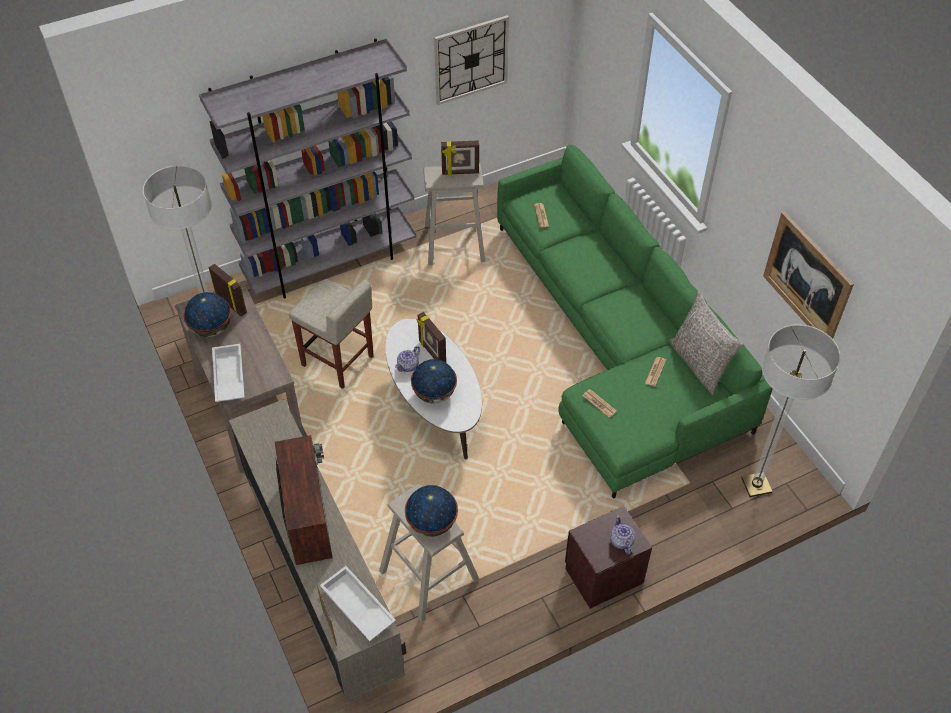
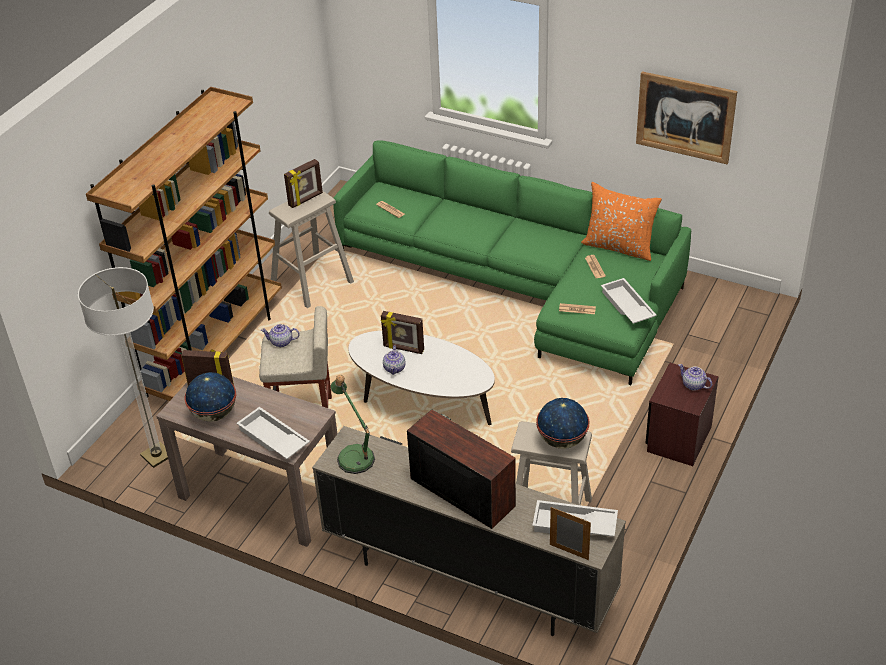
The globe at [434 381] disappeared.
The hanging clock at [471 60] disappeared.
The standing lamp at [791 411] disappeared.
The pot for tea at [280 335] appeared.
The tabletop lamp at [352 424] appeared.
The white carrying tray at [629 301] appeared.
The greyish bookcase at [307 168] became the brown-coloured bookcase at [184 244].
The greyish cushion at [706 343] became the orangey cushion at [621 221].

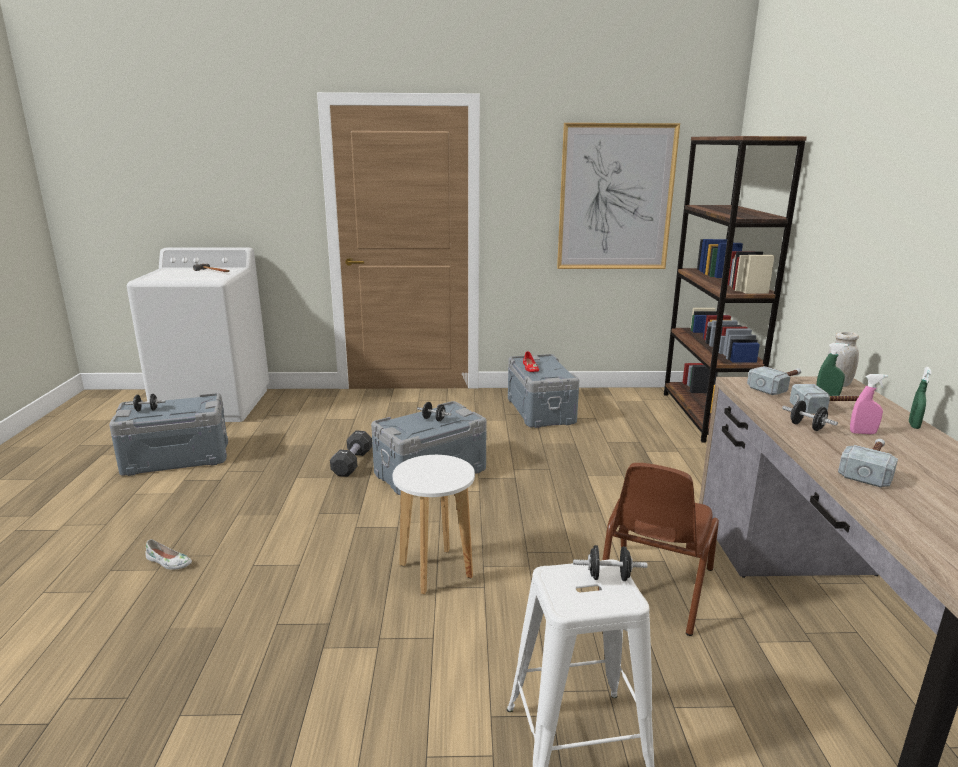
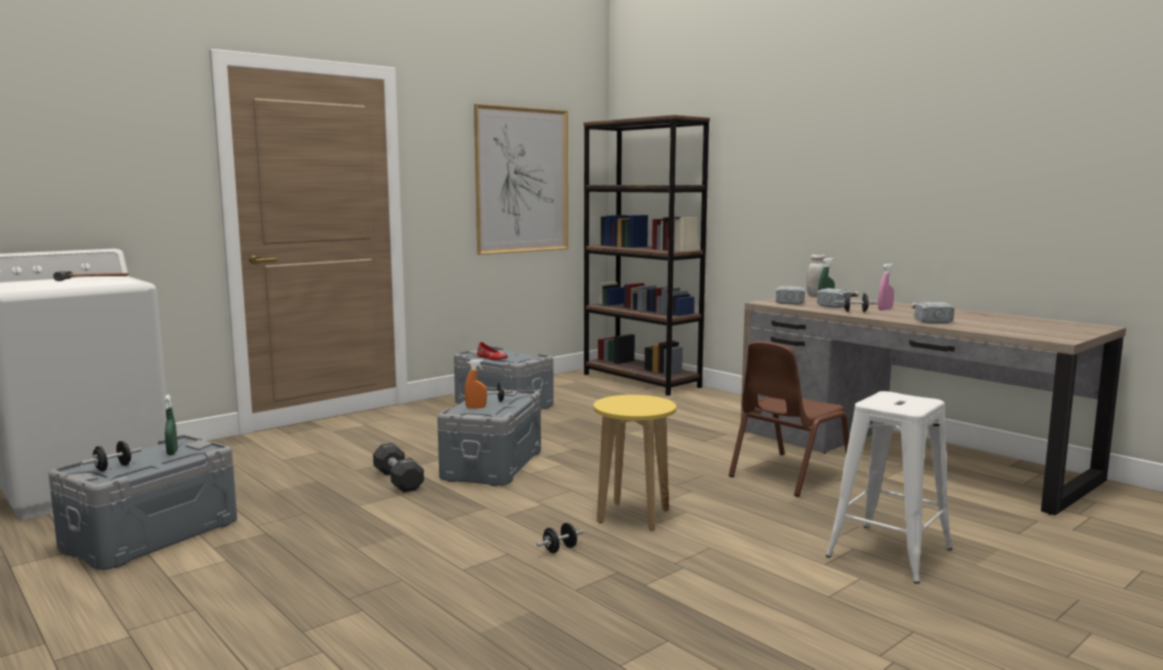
The white shoe at [168 554] disappeared.
The orangey spray bottle at [476 383] appeared.
The black-coloured hand weight moved from [610 563] to [560 538].
The greenish spray bottle moved from [920 398] to [171 425].
The white sitting stool at [434 524] became the yellowish sitting stool at [634 463].
The brown-coloured plain chair at [658 549] turned 60 degrees clockwise.

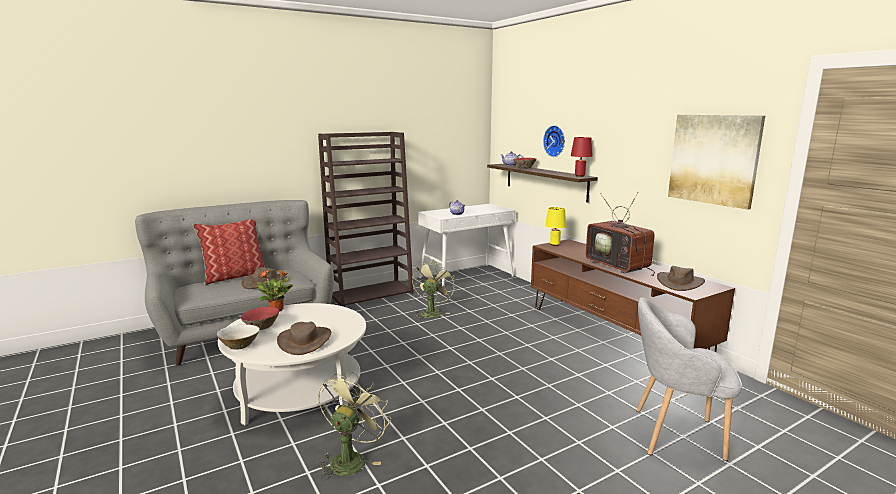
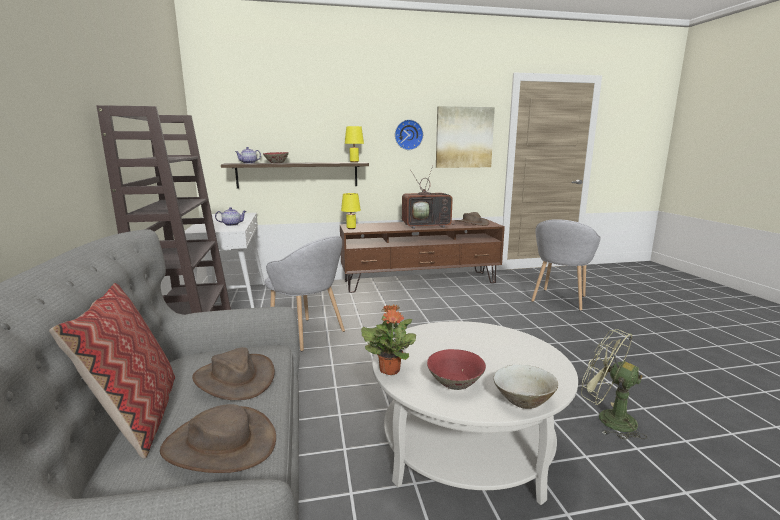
The brown-coloured clothing hat moved from [304 338] to [218 438].
The hanging clock moved from [554 141] to [409 135].
The greenish cooling fan at [434 290] was replaced by the greyish lounge chair at [305 293].
The reddish tabletop lamp at [582 157] became the yellowish tabletop lamp at [354 144].

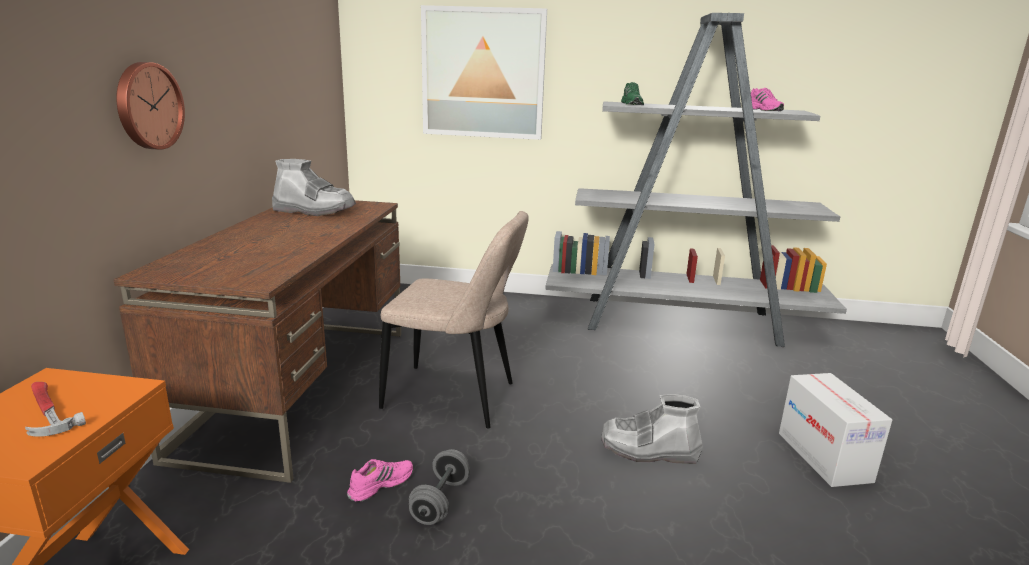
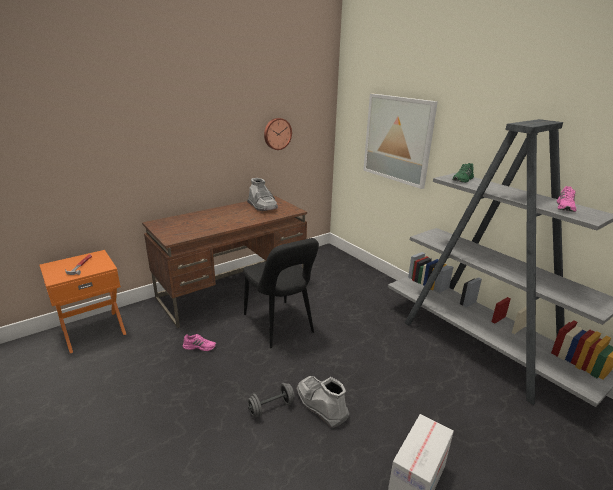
The hanging clock moved from [150 106] to [278 134].
The greyish hand weight moved from [439 487] to [271 400].
The beige plain chair at [454 319] became the black-coloured plain chair at [281 293].

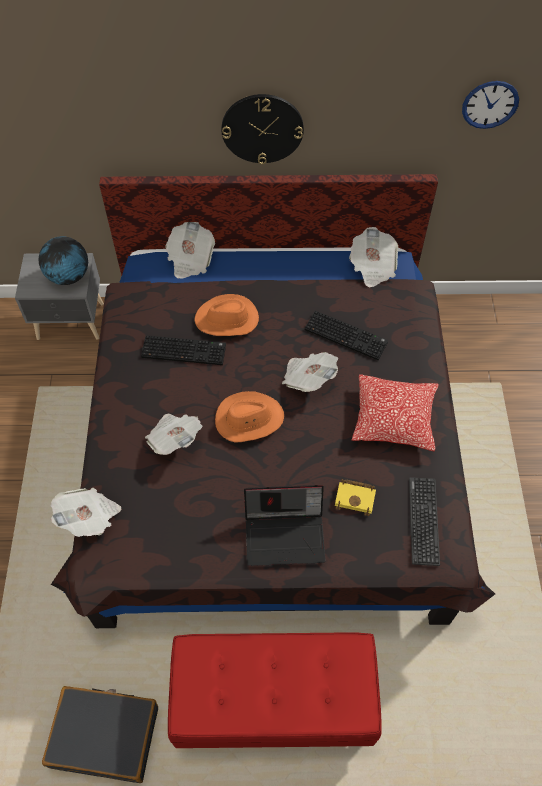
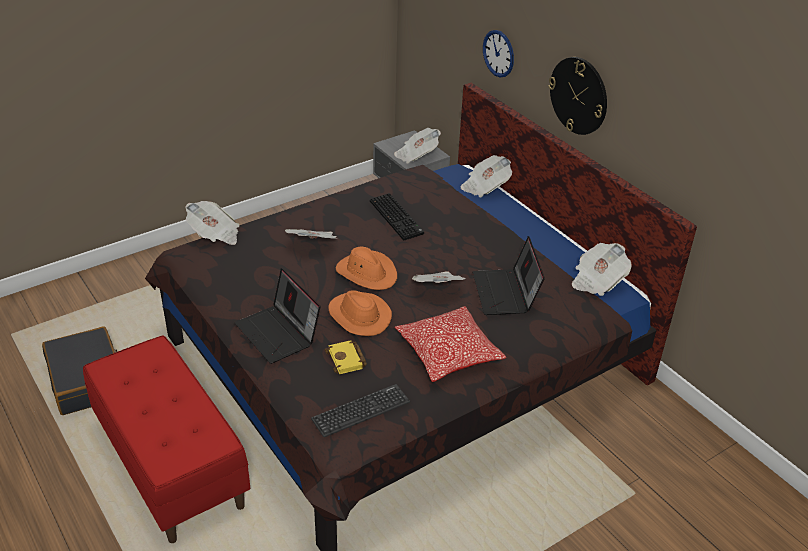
The orangey clothing hat moved from [226 315] to [360 313].
The hanging clock moved from [490 105] to [498 53].
The globe at [63 260] was replaced by the printed paper at [417 145].
The computer keyboard at [346 335] was replaced by the portable computer at [508 275].

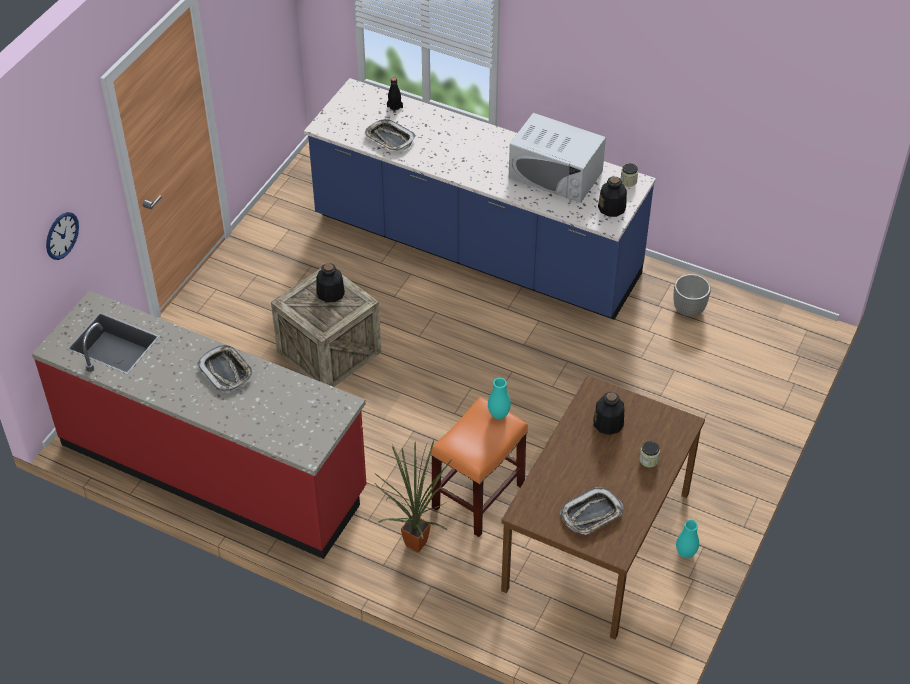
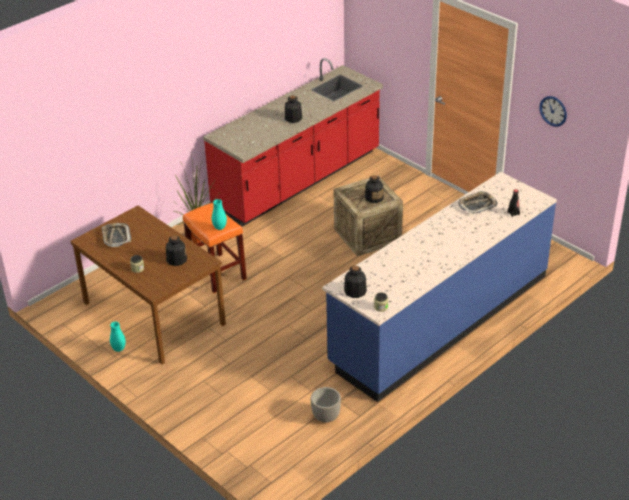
The white microwave oven at [557 158] disappeared.
The hanging clock moved from [62 236] to [553 111].
The carrying tray at [225 368] was replaced by the beverage bottle at [293 109].

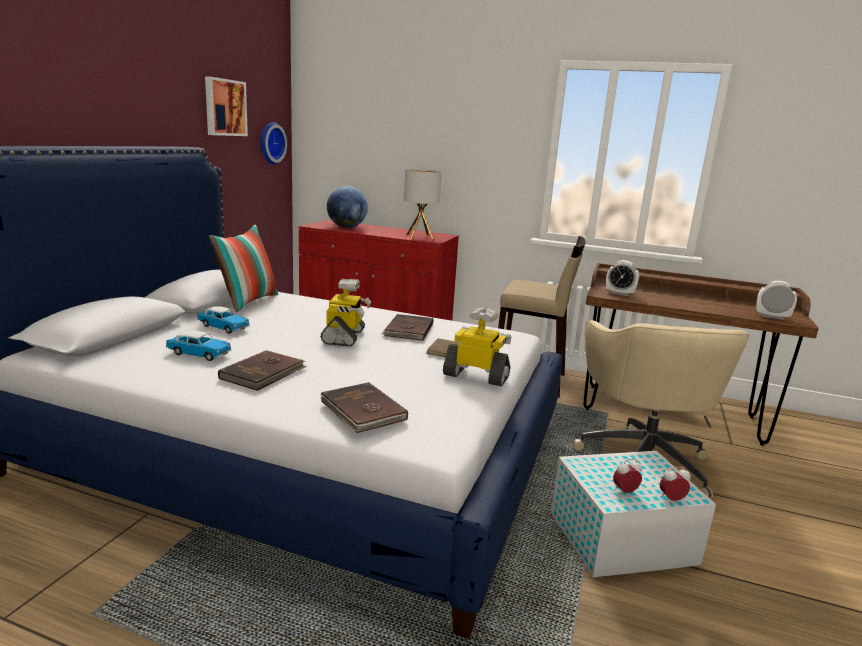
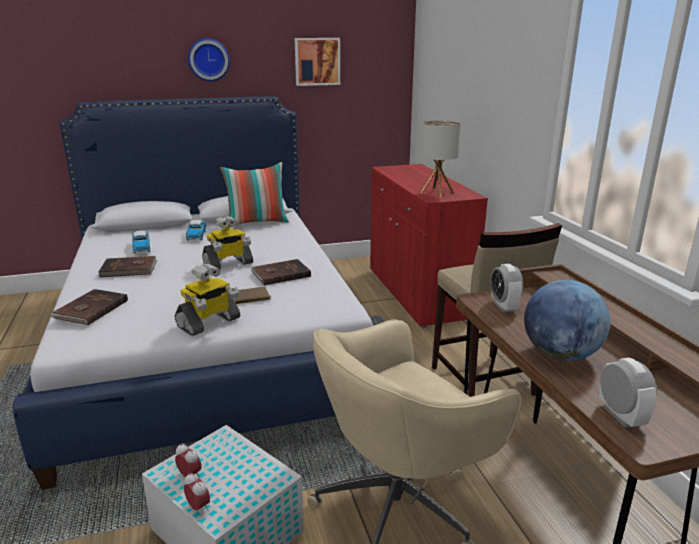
The hanging clock moved from [273 143] to [209 59].
The globe moved from [347 207] to [567 320].
The robot figure at [477 346] turned 60 degrees clockwise.

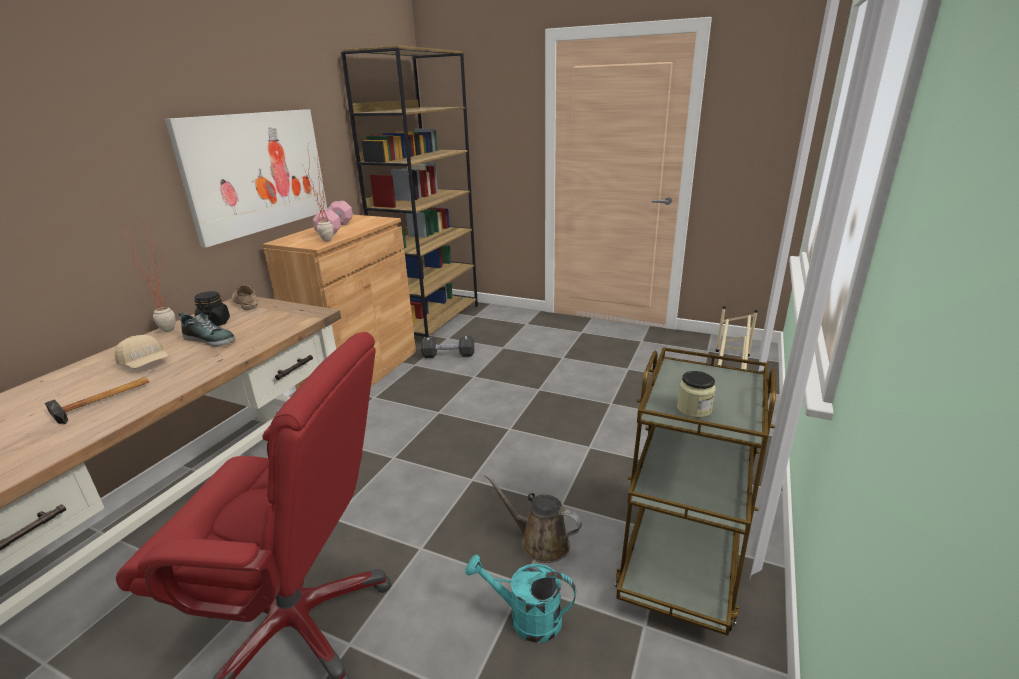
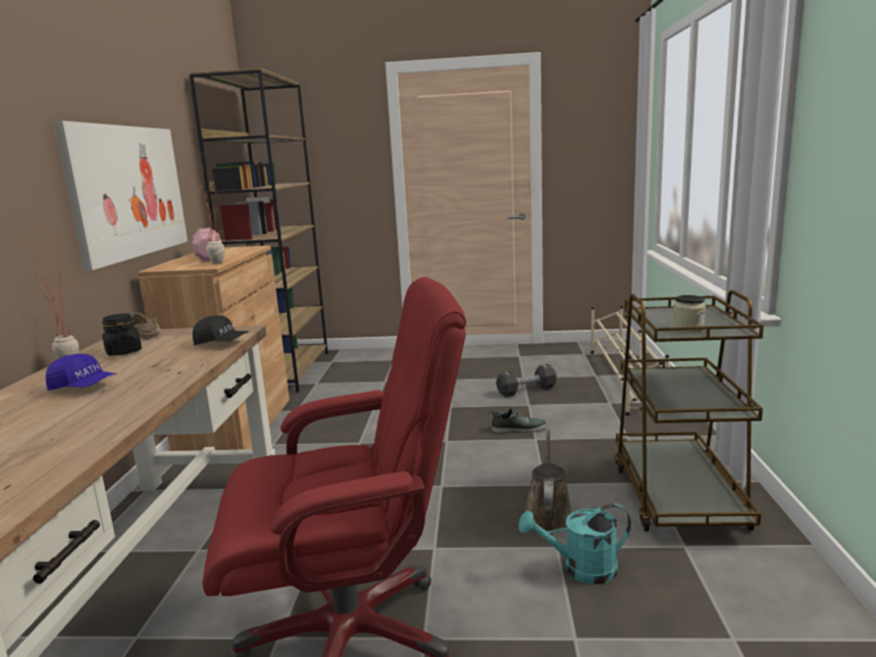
The tool hammer at [97 400] disappeared.
The black-coloured baseball cap at [221 330] appeared.
The shoe moved from [207 329] to [518 420].
The black-coloured hand weight moved from [447 347] to [526 380].
The beige baseball cap at [141 351] became the bluish baseball cap at [81 372].
The brown-coloured sprinkling can at [533 518] turned 90 degrees clockwise.

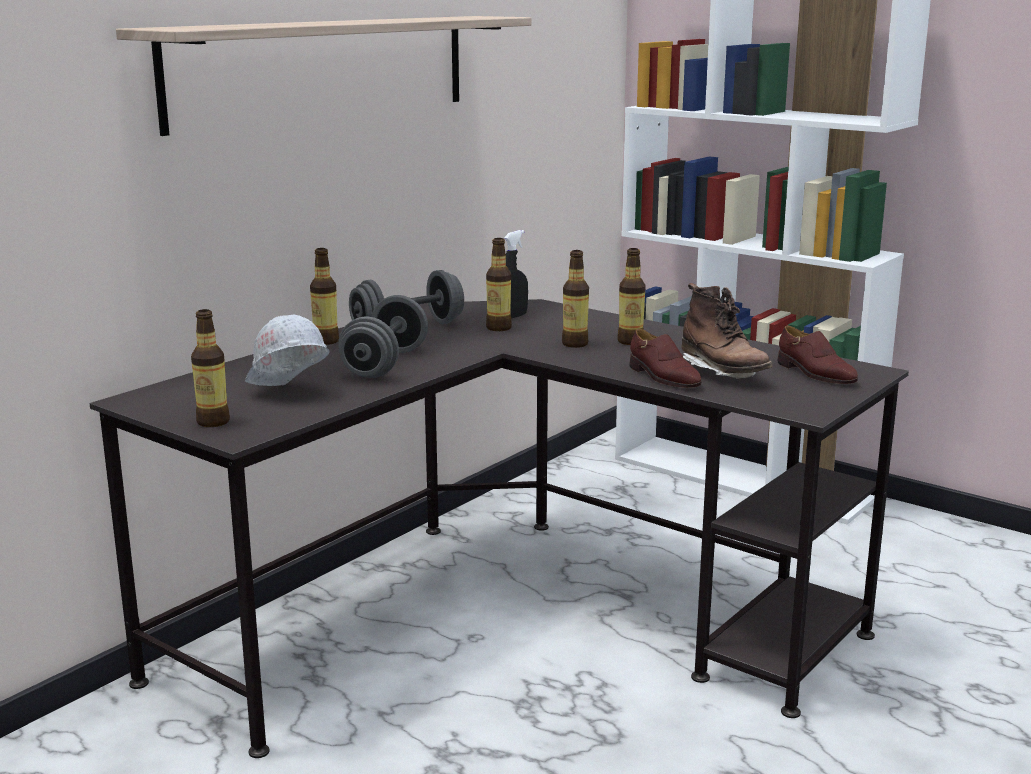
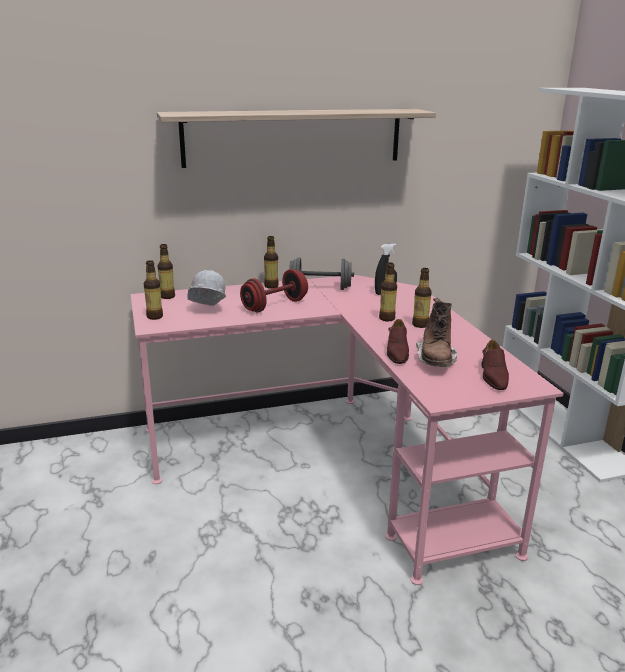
The beverage bottle moved from [499 284] to [166 271].
The black-coloured desk table at [499 528] became the pink desk table at [347 430].
The greyish hand weight at [383 336] became the reddish hand weight at [274 290].

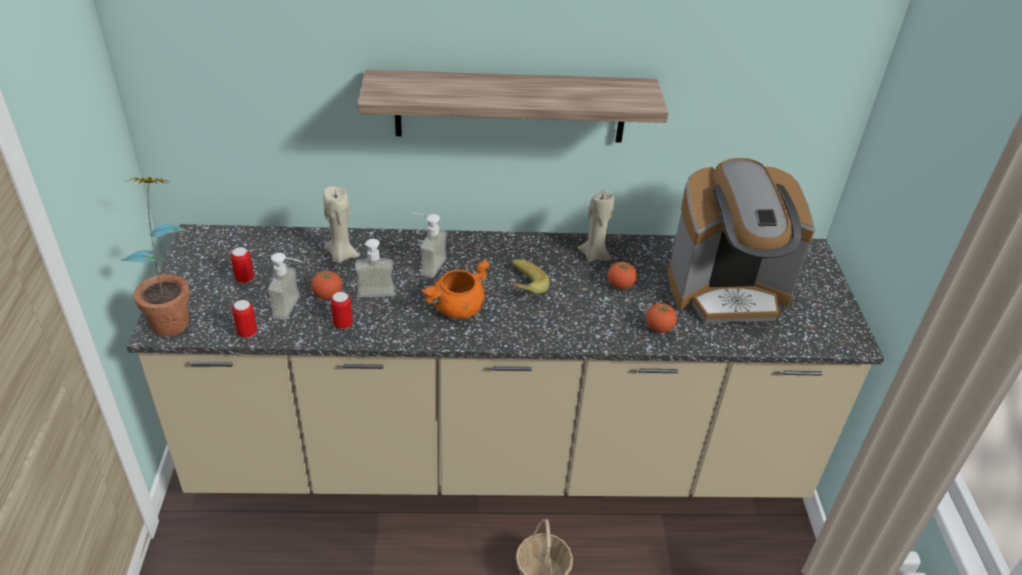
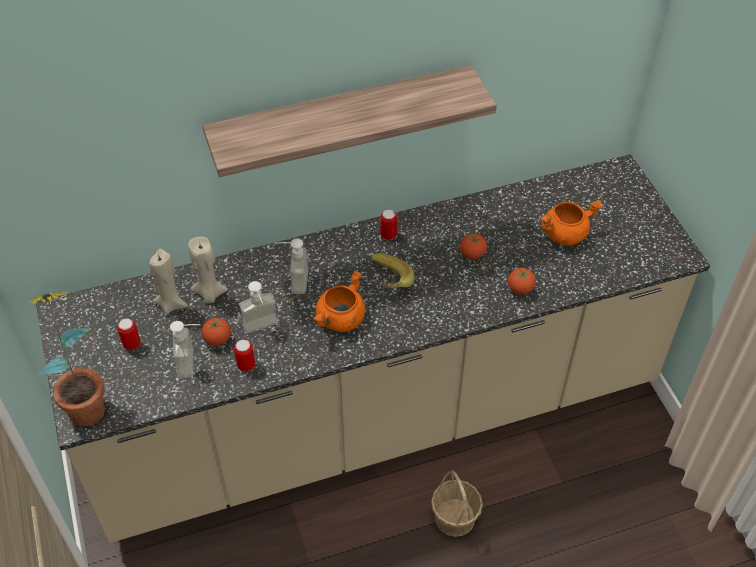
The metal can moved from [244 319] to [388 225].
The beige wax light moved from [596 226] to [168 282].
The coffee maker at [741 240] was replaced by the orangey cooking pot at [571 223].

